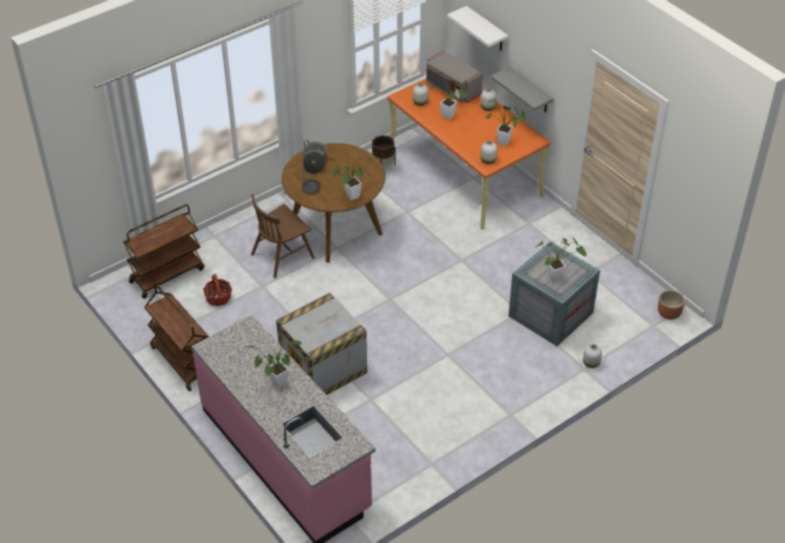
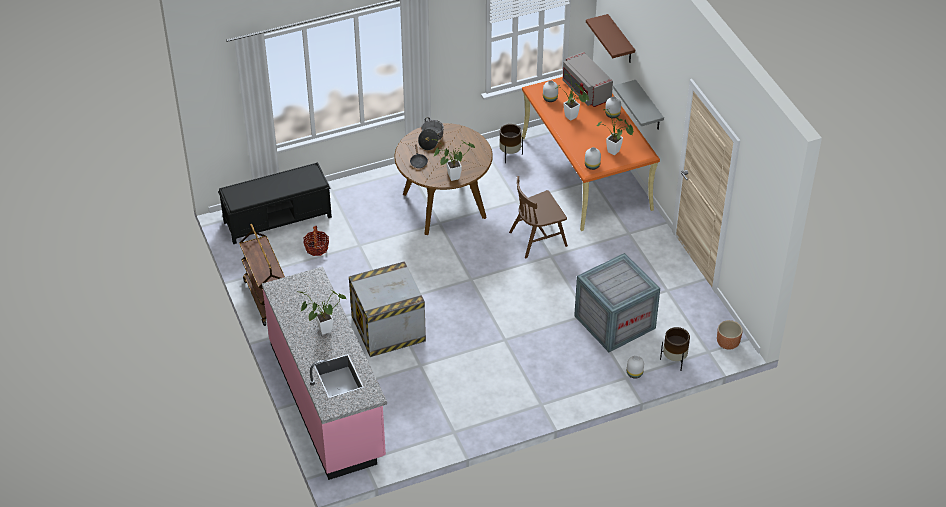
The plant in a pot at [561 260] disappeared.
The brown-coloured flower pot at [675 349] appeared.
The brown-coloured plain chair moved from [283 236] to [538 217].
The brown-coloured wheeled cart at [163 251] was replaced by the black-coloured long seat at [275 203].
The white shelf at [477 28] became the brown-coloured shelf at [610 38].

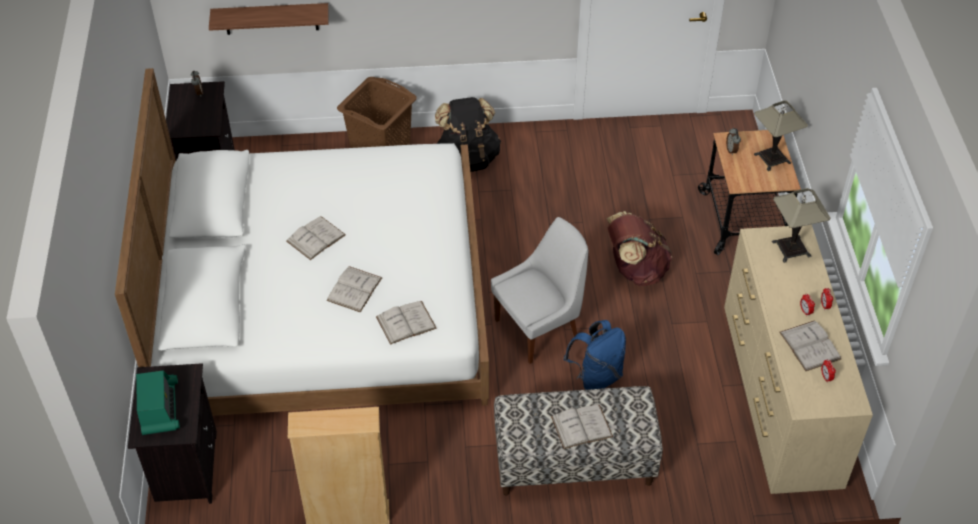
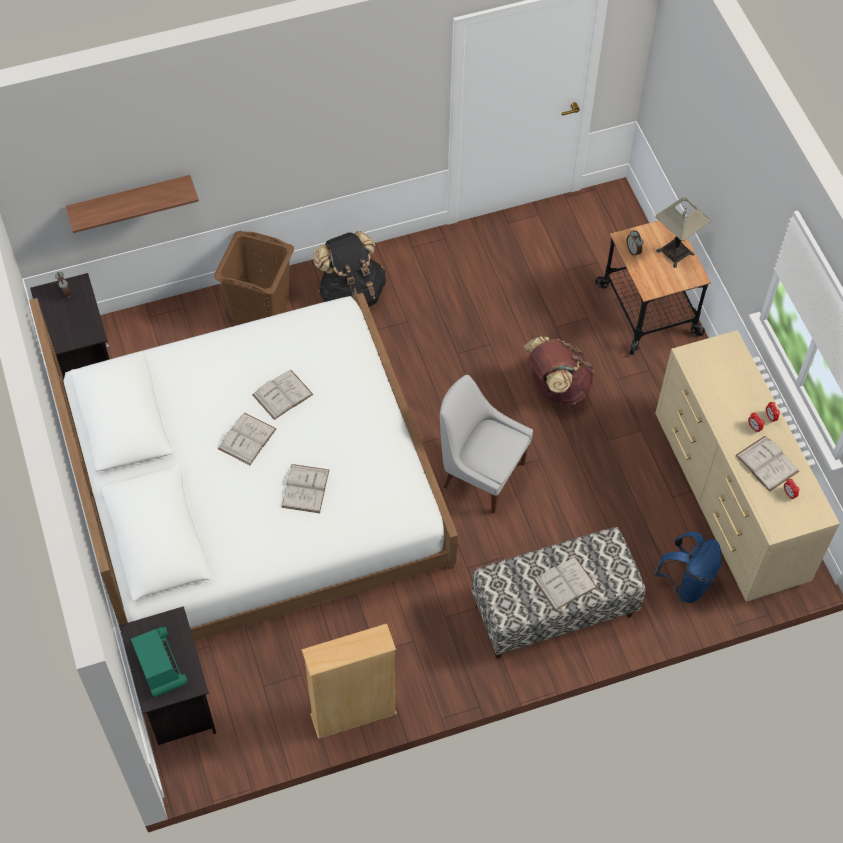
The tabletop lamp at [801 225] disappeared.
The white bound book moved from [406 323] to [282 395].
The bluish rucksack moved from [594 355] to [688 567].
The white plain chair at [539 290] turned 105 degrees counterclockwise.

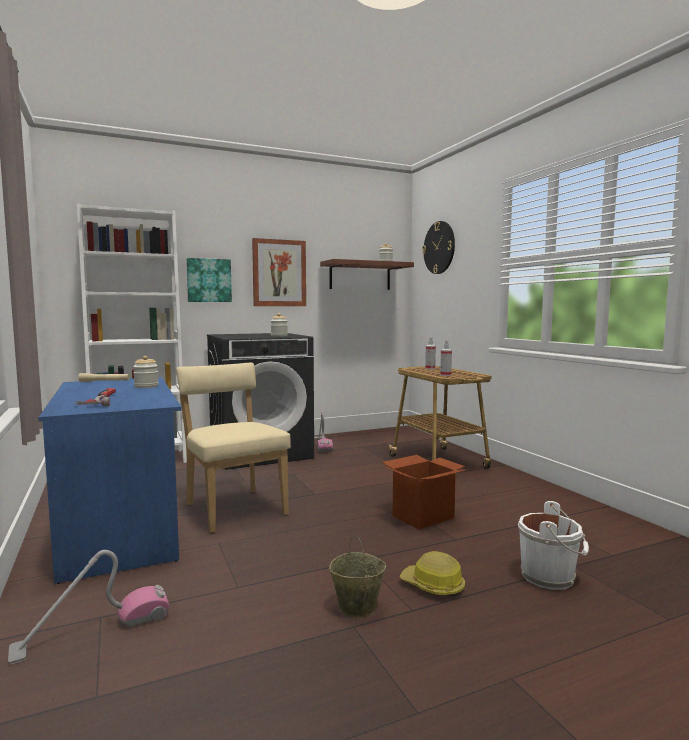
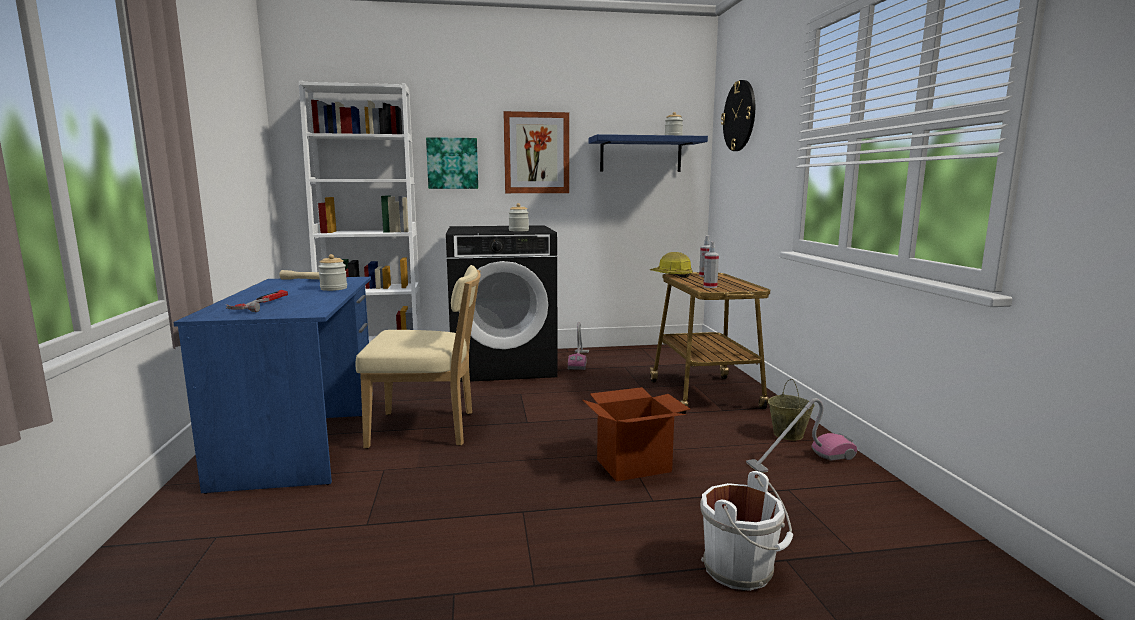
The vacuum moved from [88 607] to [801 435].
The beige bucket moved from [357 576] to [791 410].
The safety helmet moved from [432 574] to [671 265].
The brown-coloured shelf at [367 274] became the bluish shelf at [648 153].
The beige plain chair at [233 448] turned 105 degrees clockwise.

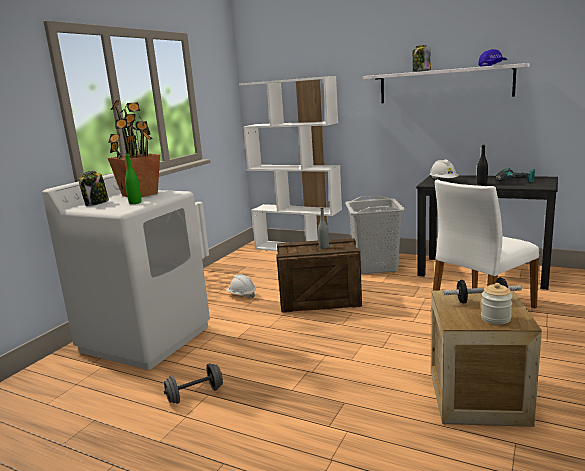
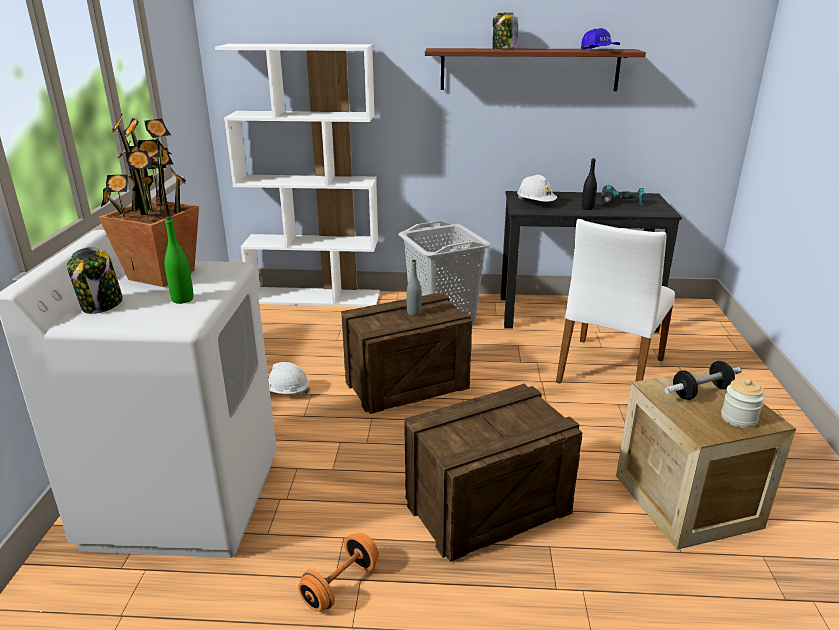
The crate at [493 473] appeared.
The greyish hand weight at [193 383] became the orangey hand weight at [338 572].
The white shelf at [446 83] became the brown-coloured shelf at [535 69].

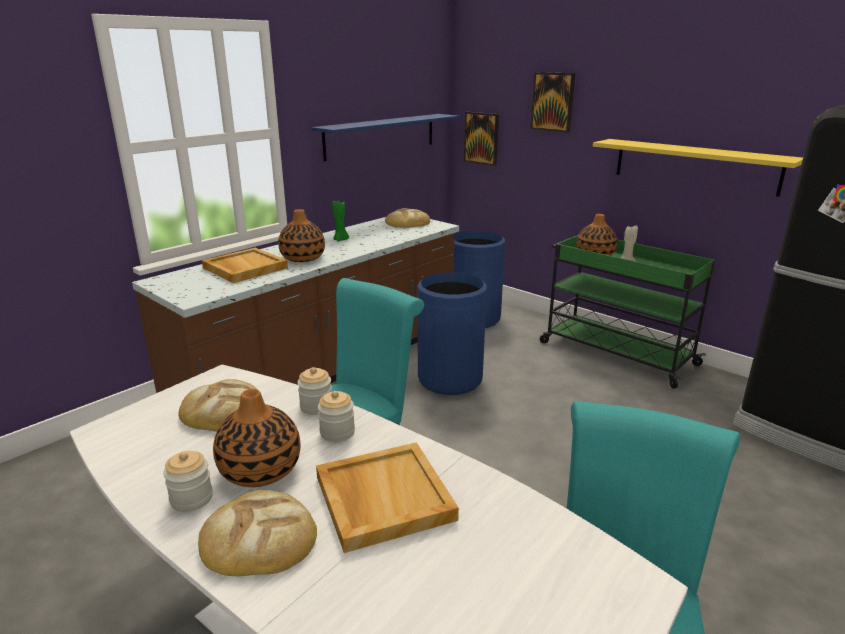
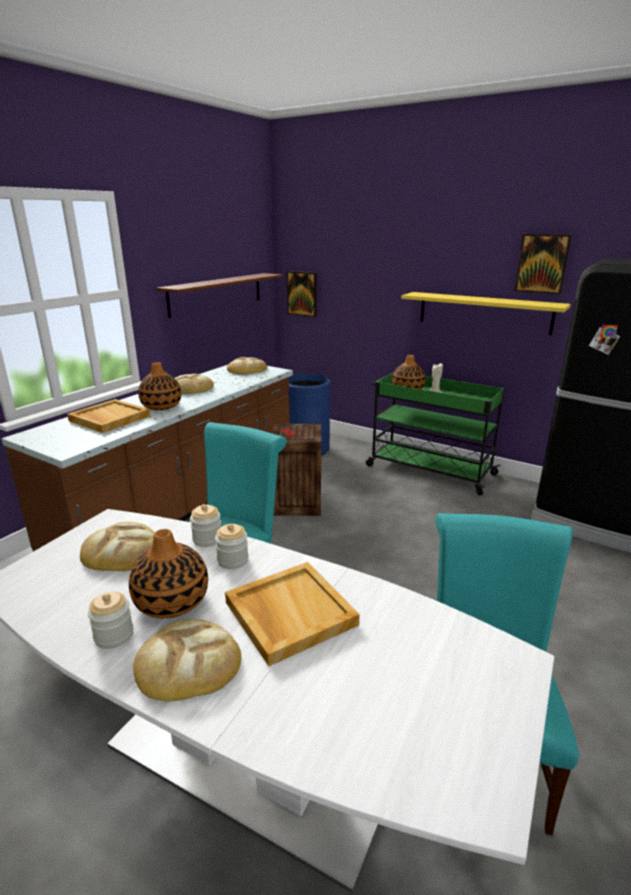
The picture moved from [552 102] to [543 264].
The greenish wax light at [340 220] was replaced by the bakery bread at [194 384].
The bluish trash can at [452 334] was replaced by the crate at [296 470].
The bluish shelf at [385 137] became the brown-coloured shelf at [219 295].

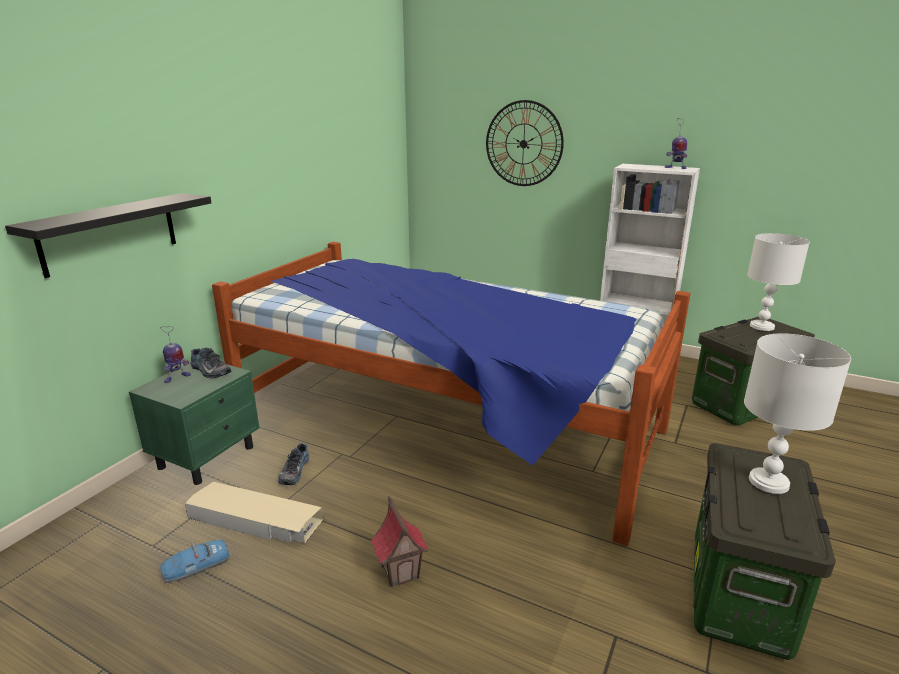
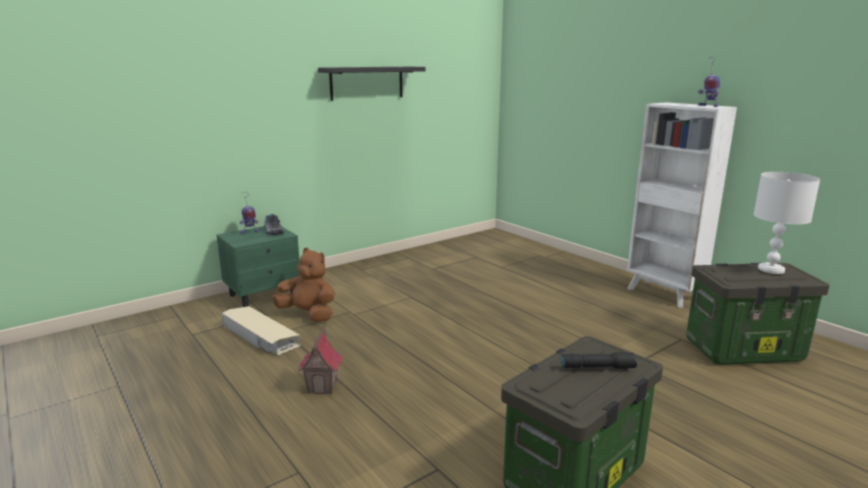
The miniature car at [195 561] disappeared.
The sleeping bed at [451 394] disappeared.
The hanging clock at [525 143] disappeared.
The black-coloured shelf moved from [108 235] to [371 84].
The shoe at [293 464] was replaced by the brown-coloured cuddly toy at [303 285].
The white tabletop lamp at [797 413] was replaced by the black-coloured torch at [599 360].

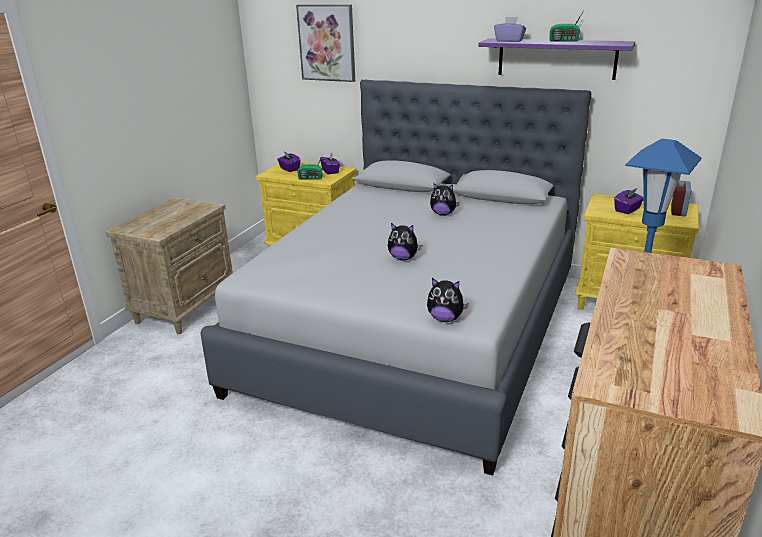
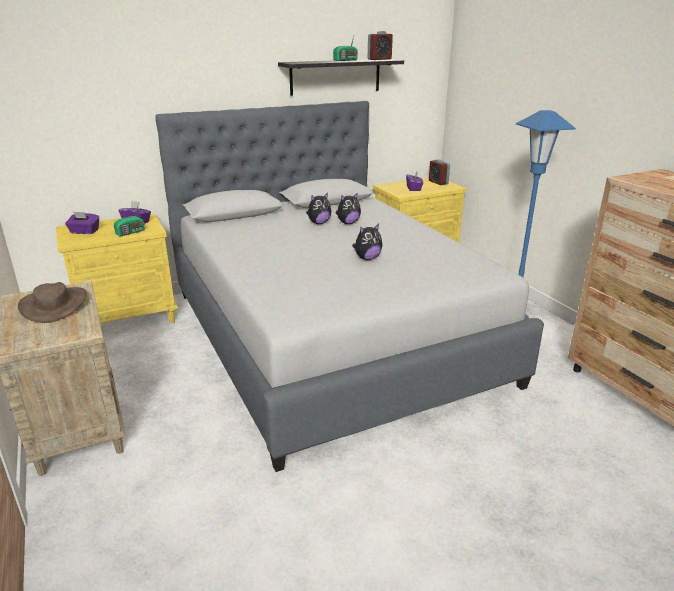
The picture at [325 43] disappeared.
The purple-coloured tissue box at [510 29] disappeared.
The brown-coloured clothing hat at [52 302] appeared.
The table clock at [380 45] appeared.
The cuddly toy moved from [448 300] to [348 208].
The purple-coloured shelf at [556 59] became the black-coloured shelf at [341 77].

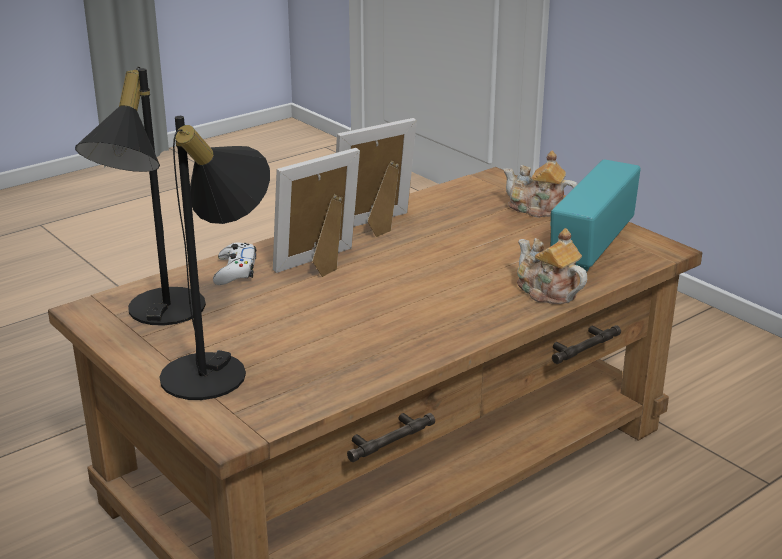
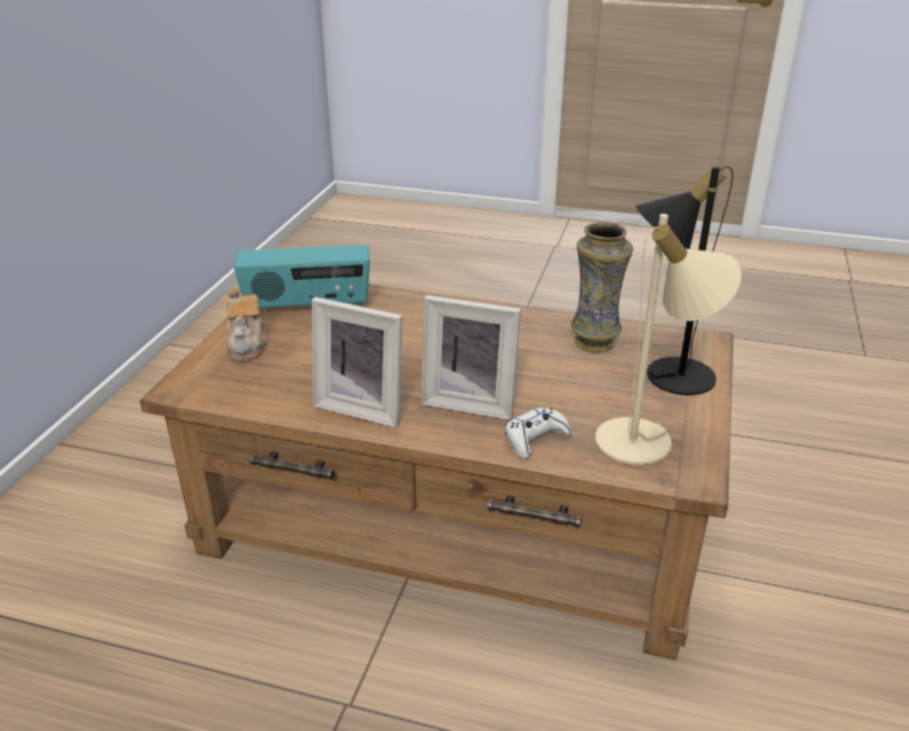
The pot for tea at [552 266] disappeared.
The flower vase at [602 287] appeared.
The black-coloured tabletop lamp at [140 196] became the beige tabletop lamp at [668 339].

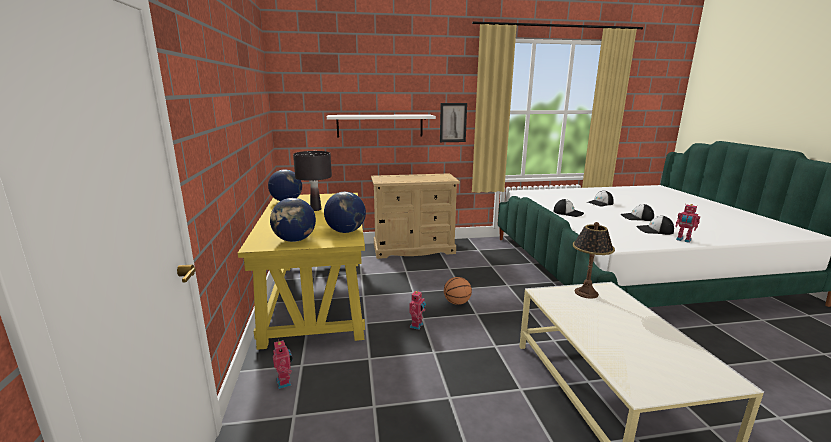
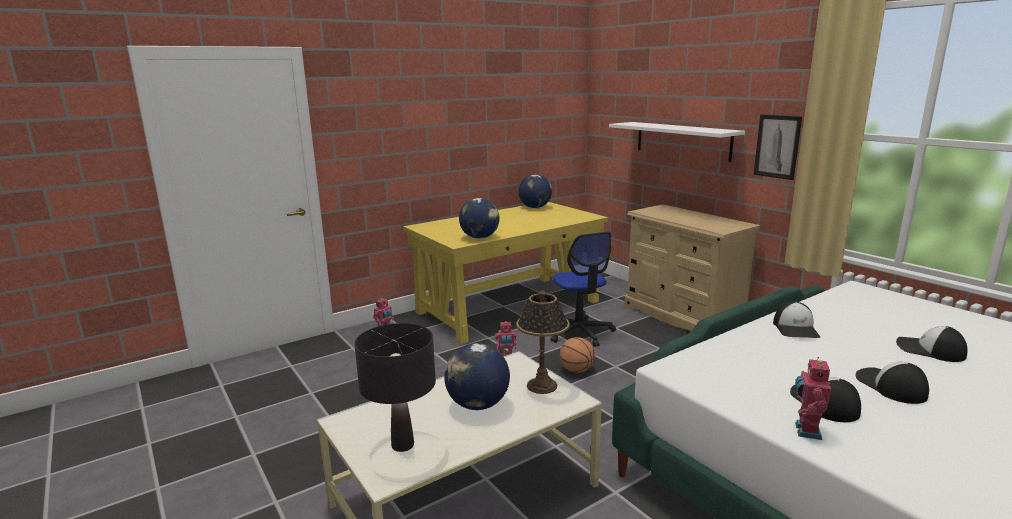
The desk chair at [583 289] appeared.
The globe moved from [293 220] to [477 376].
The black-coloured tabletop lamp moved from [312 181] to [395 387].

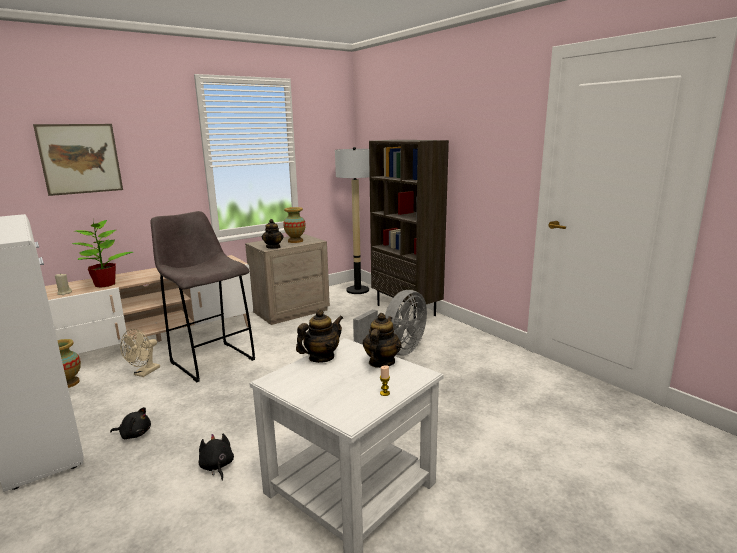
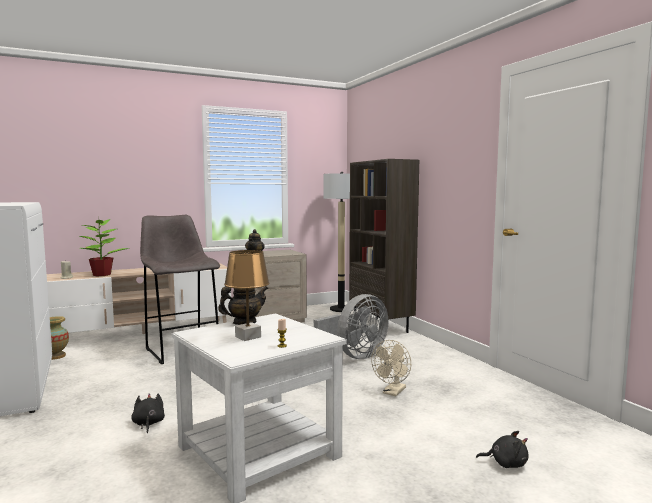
The picture at [78 160] disappeared.
The flower vase at [294 225] disappeared.
The pot for tea at [382 340] disappeared.
The brown-coloured tabletop lamp at [247 295] appeared.
The black-coloured cuddly toy moved from [130 423] to [502 449].
The beige cooling fan moved from [140 353] to [391 368].

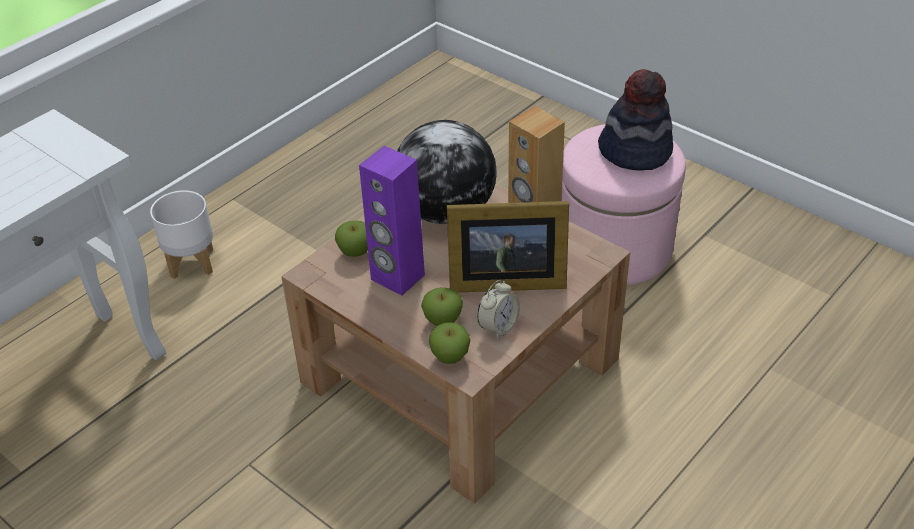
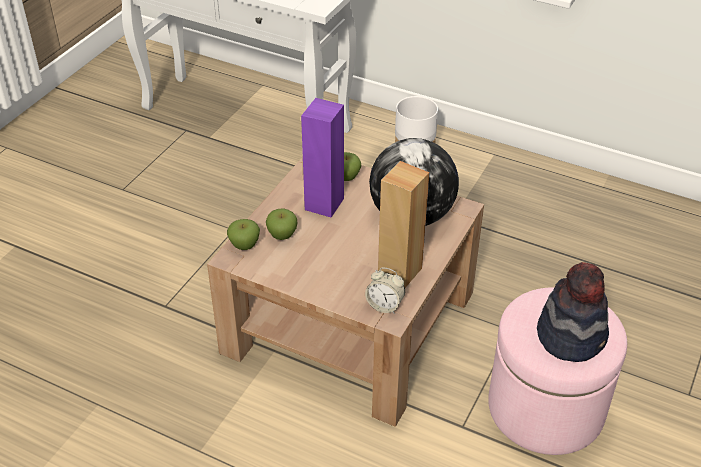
The picture frame at [508 247] disappeared.
The table clock moved from [498 309] to [385 290].

